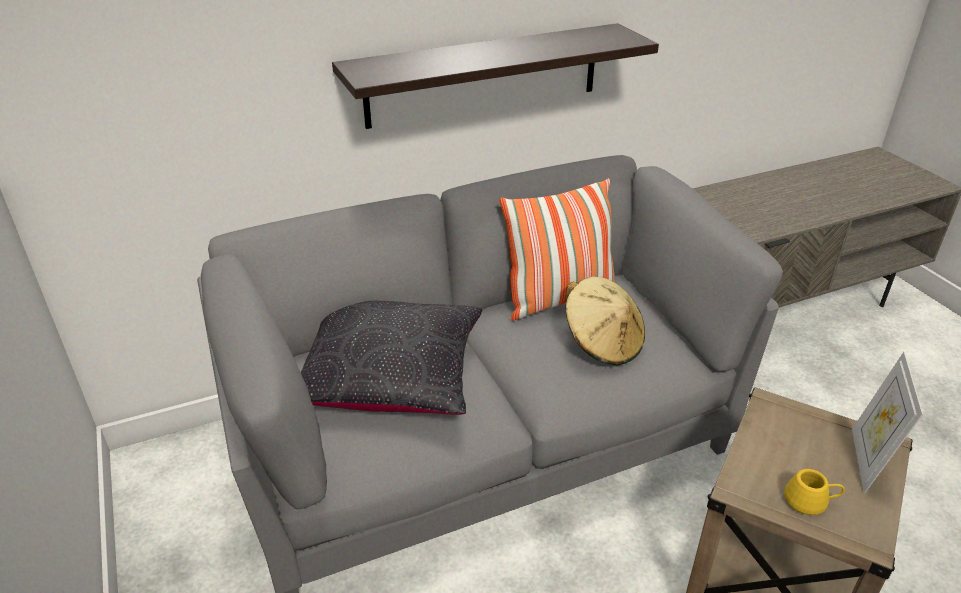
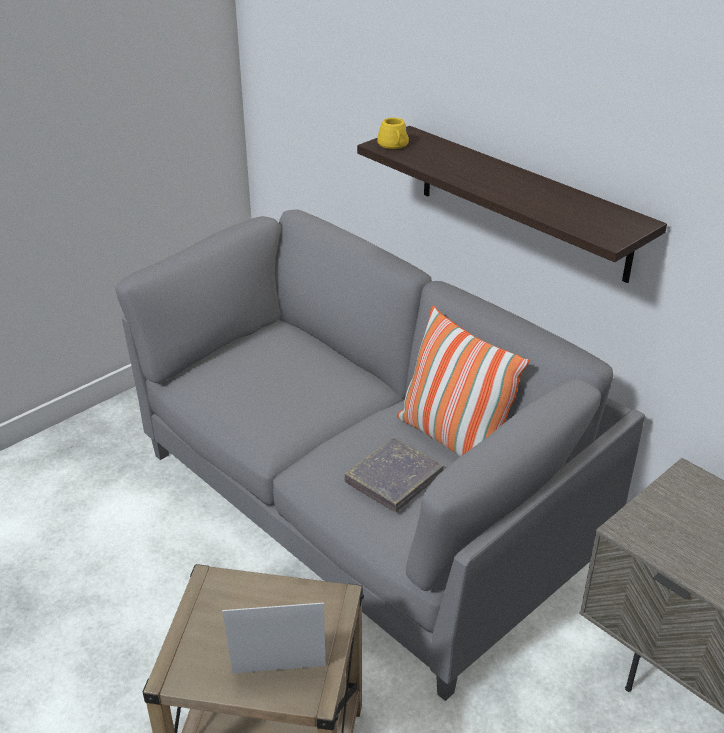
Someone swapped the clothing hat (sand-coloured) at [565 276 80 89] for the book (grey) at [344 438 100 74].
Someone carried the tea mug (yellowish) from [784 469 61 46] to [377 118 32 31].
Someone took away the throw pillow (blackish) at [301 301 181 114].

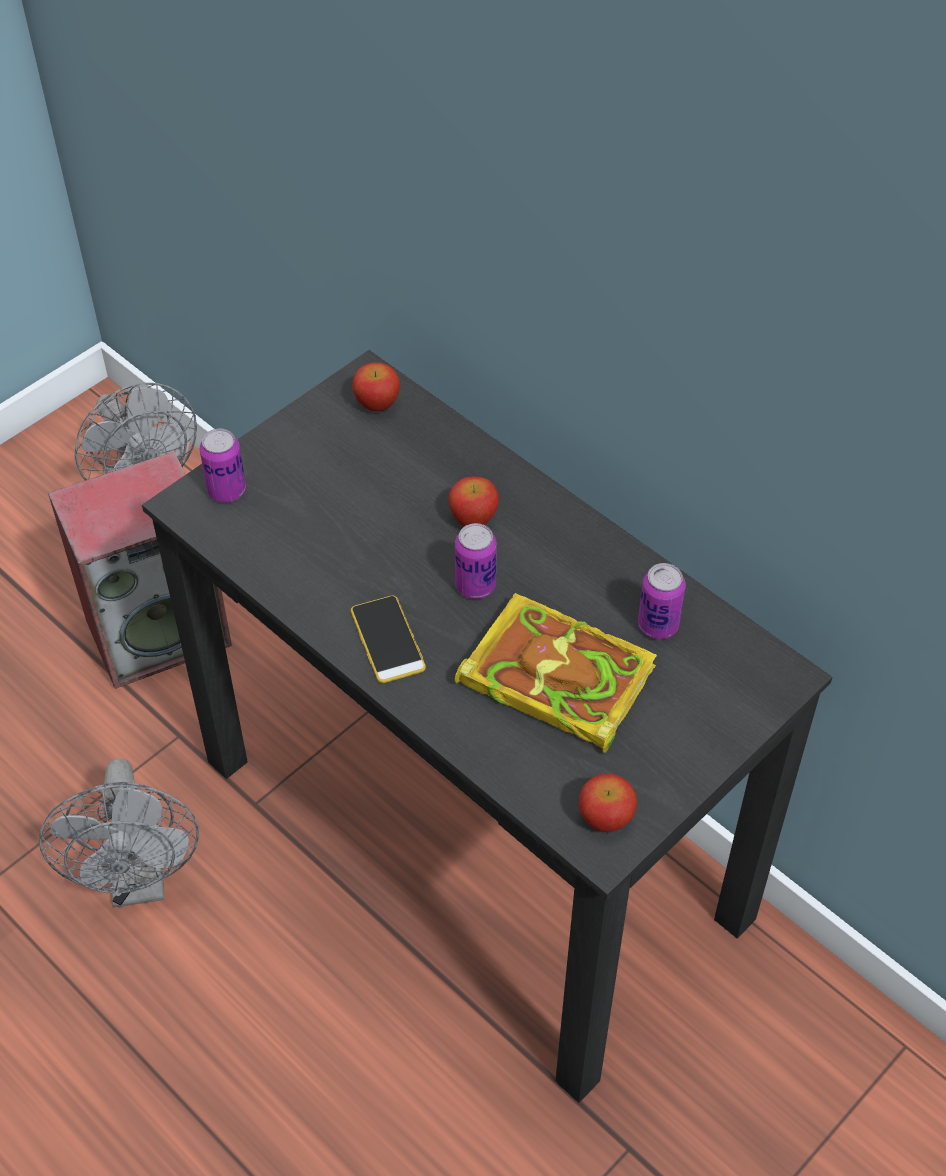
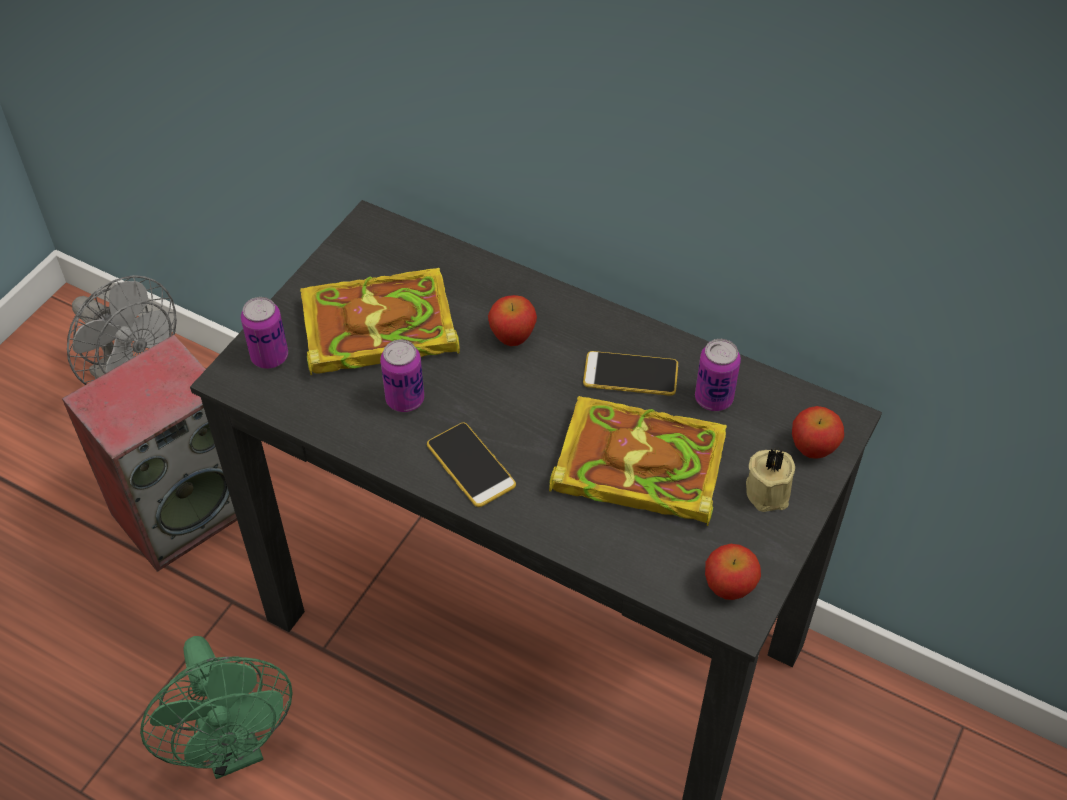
Someone repainted the cooling fan (grey) at [39 758 160 150], which became the cooling fan (green-coloured) at [140 636 152 143].
Someone put down the book at [300 268 160 107].
Someone carried the can from [455 523 42 76] to [380 340 44 72].
Someone put down the telephone at [583 351 95 45].
Someone put down the wax light (sand-coloured) at [746 449 49 63].
Someone carried the whole apple from [352 362 48 49] to [792 406 52 53].

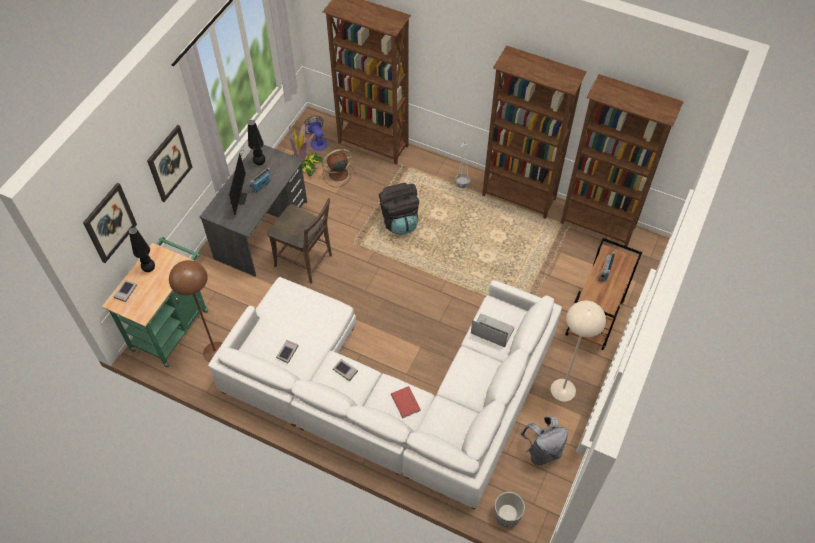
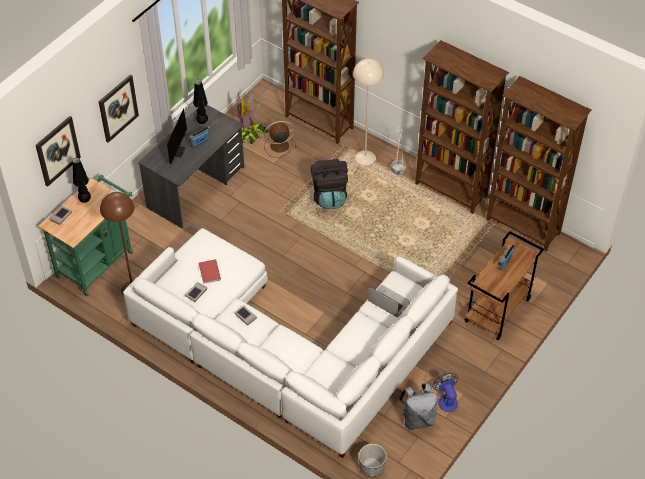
Someone carried the book (reddish) from [391 386 30 32] to [199 259 22 24].
Someone carried the standing lamp (sand-coloured) from [551 301 55 101] to [353 59 31 106].
Someone carried the cooling fan from [305 116 22 35] to [432 373 26 39].
Someone took away the upright chair (brown) at [267 198 65 86].

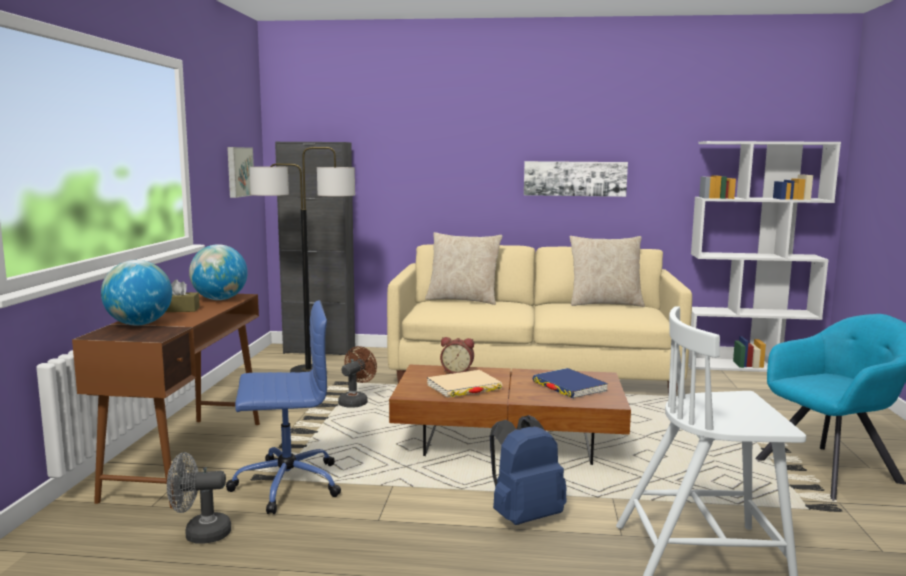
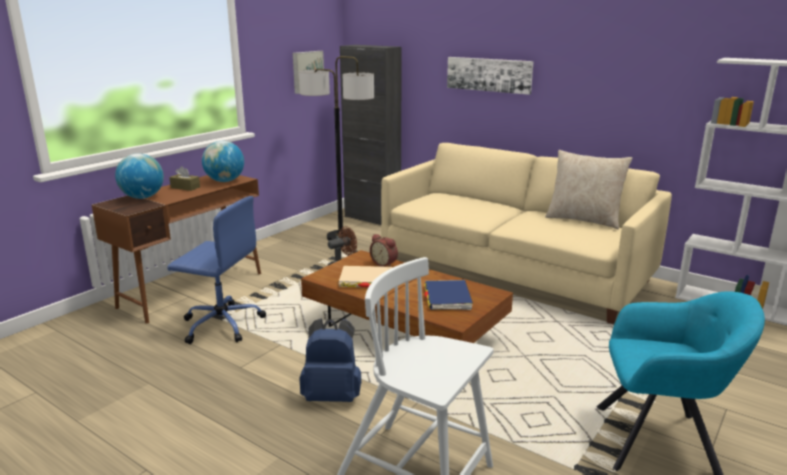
Someone carried the wall picture from [524 161 104 36] to [447 57 87 38].
Someone took away the cooling fan (grey) at [167 452 64 92].
Someone took away the throw pillow (sand-coloured) at [425 232 78 73].

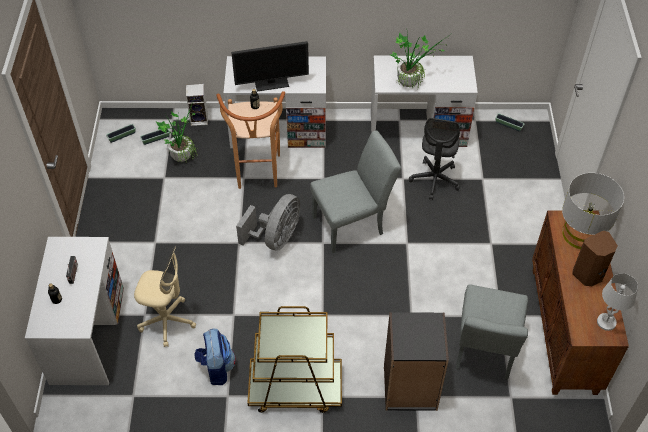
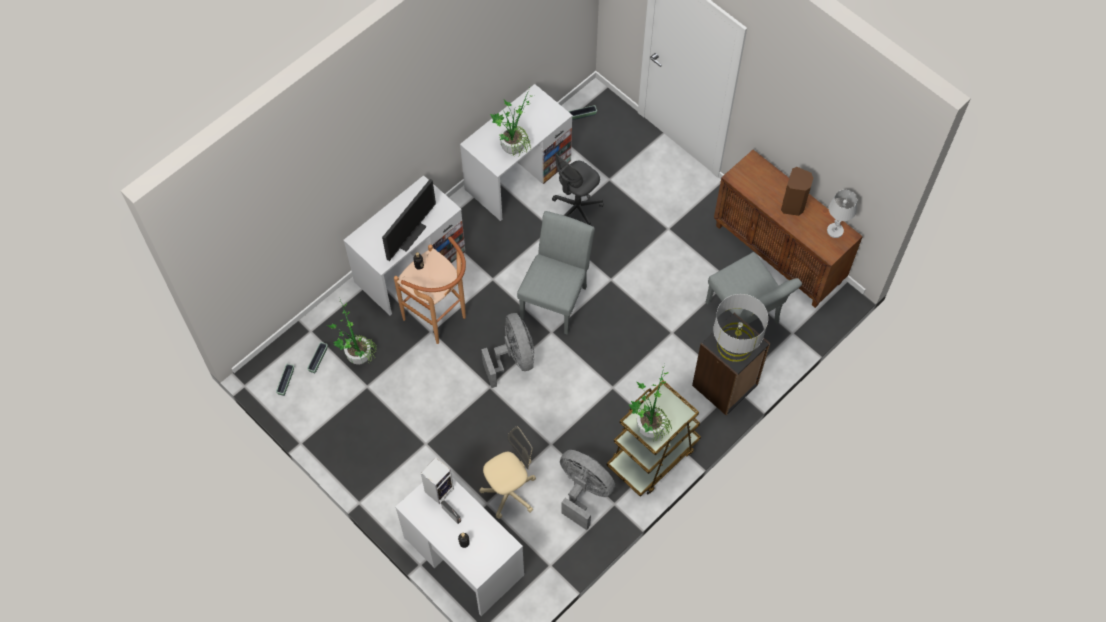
Someone carried the audio speaker from [186 84 22 42] to [421 458 33 46].
Someone rotated the computer chair (grey) at [409 118 51 82] by 75 degrees clockwise.
Someone swapped the backpack at [194 328 42 57] for the cooling fan (grey) at [560 450 55 80].
Someone put down the potted plant at [628 364 44 77].
Someone carried the lamp for a table (grey) from [562 173 62 76] to [713 294 55 68].

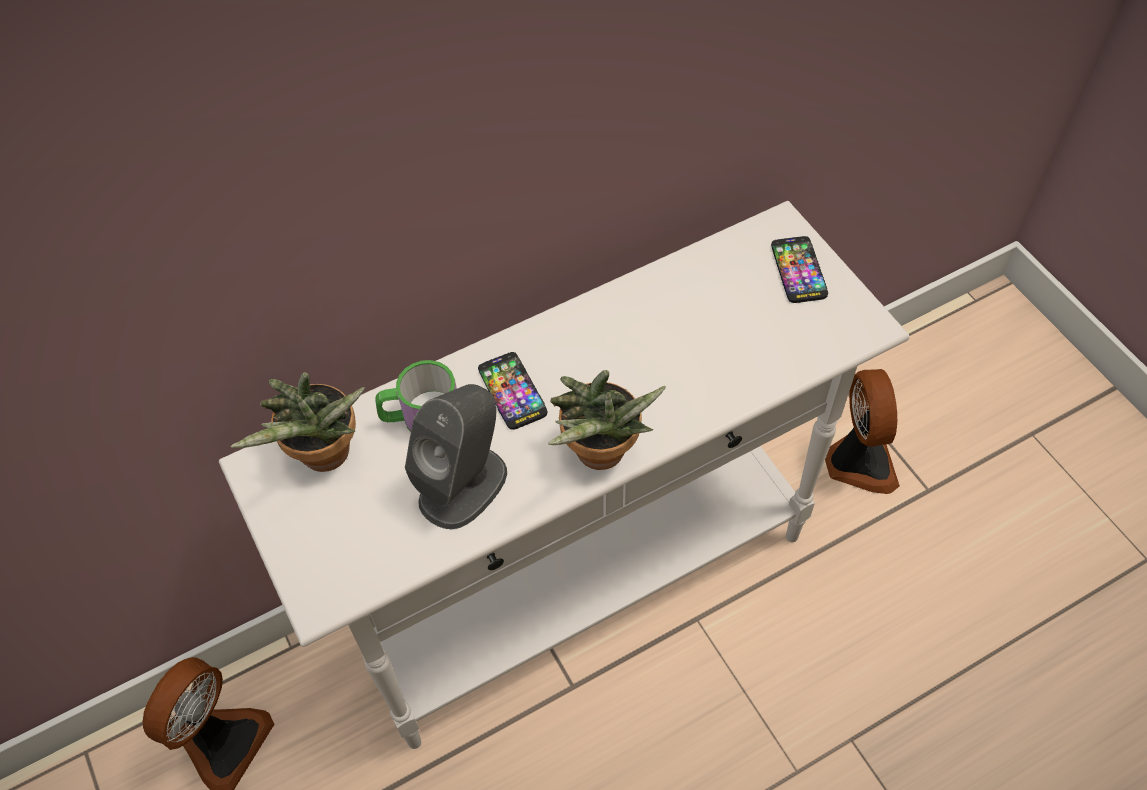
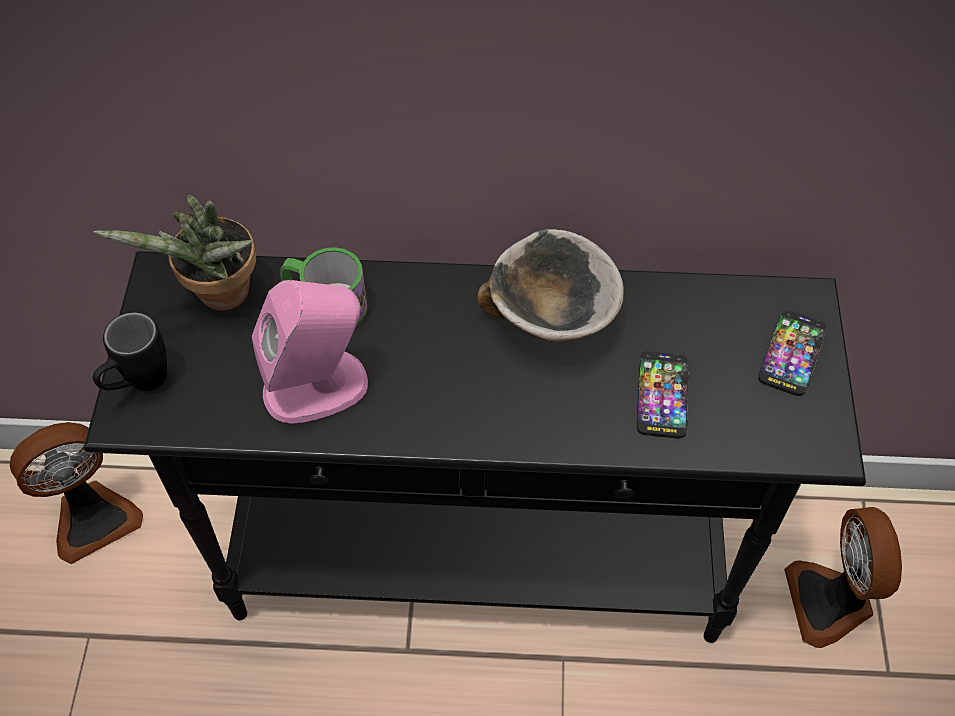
Someone repainted the console table (whitish) at [219 201 691 548], which became the console table (blackish) at [84 251 782 392].
Someone put down the tea mug (blackish) at [93 312 74 79].
Someone repainted the audio speaker (grey) at [405 384 102 145], which became the audio speaker (pinkish) at [252 280 116 144].
Someone put down the deep dish at [478 229 146 113].
Someone carried the telephone from [478 352 69 78] to [637 352 51 87].
Someone rotated the cooling fan at [825 369 75 125] by 150 degrees clockwise.
Someone took away the potted plant at [548 370 118 100].

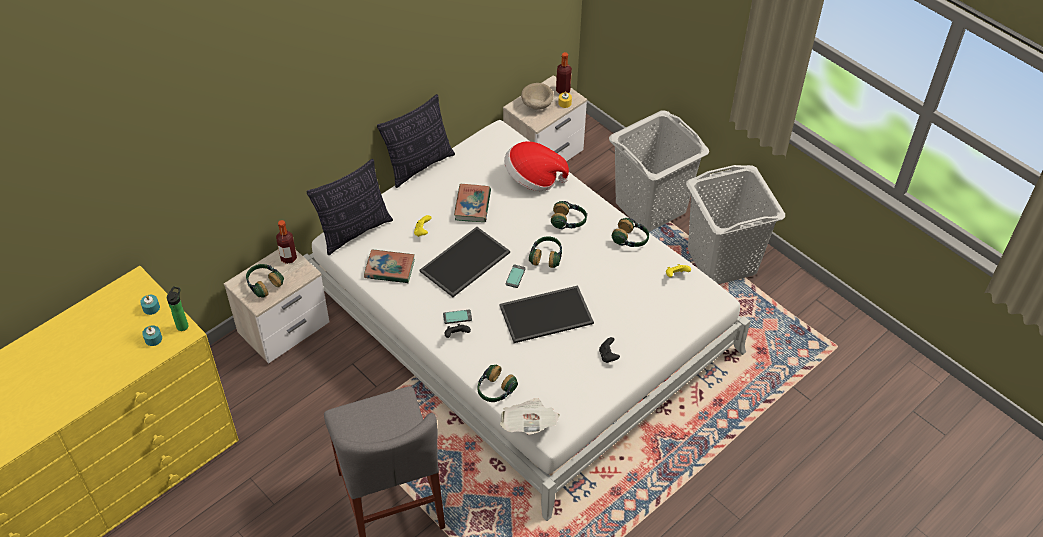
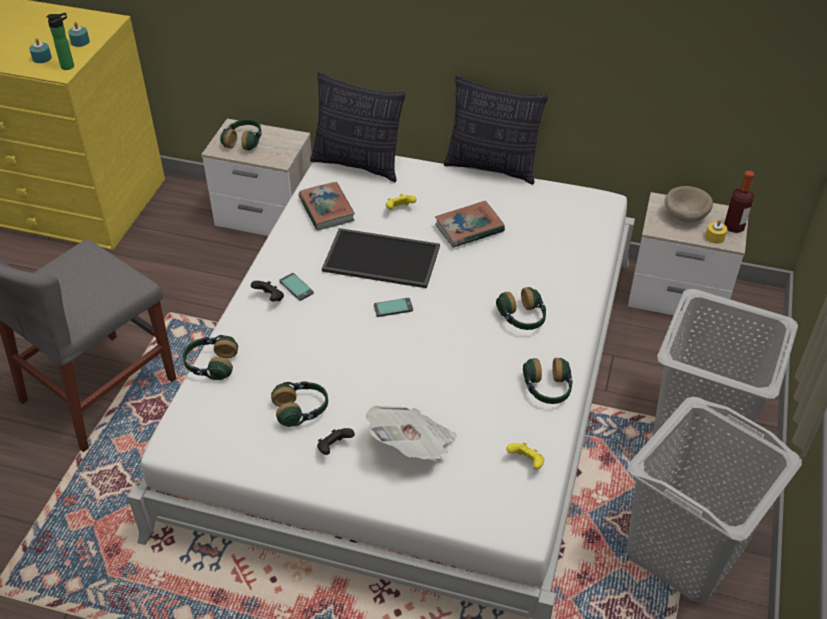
Someone carried the pair of headphones from [529 236 33 32] to [271 382 57 45].
Someone carried the printed paper from [500 398 60 37] to [366 406 91 55].
Someone took away the bottle at [276 220 21 44].
Someone took away the tray at [499 285 95 58].
Someone took away the clothing hat at [504 141 65 50].

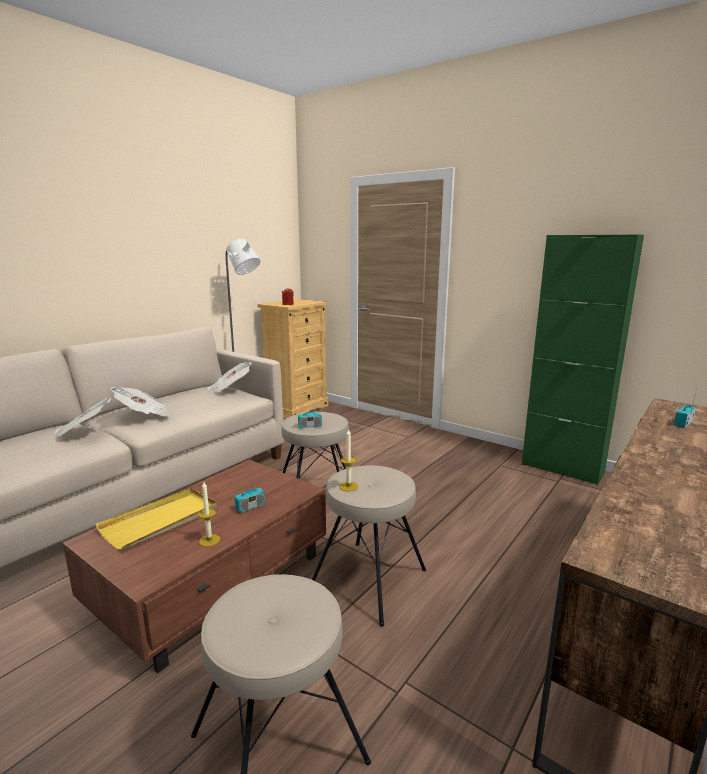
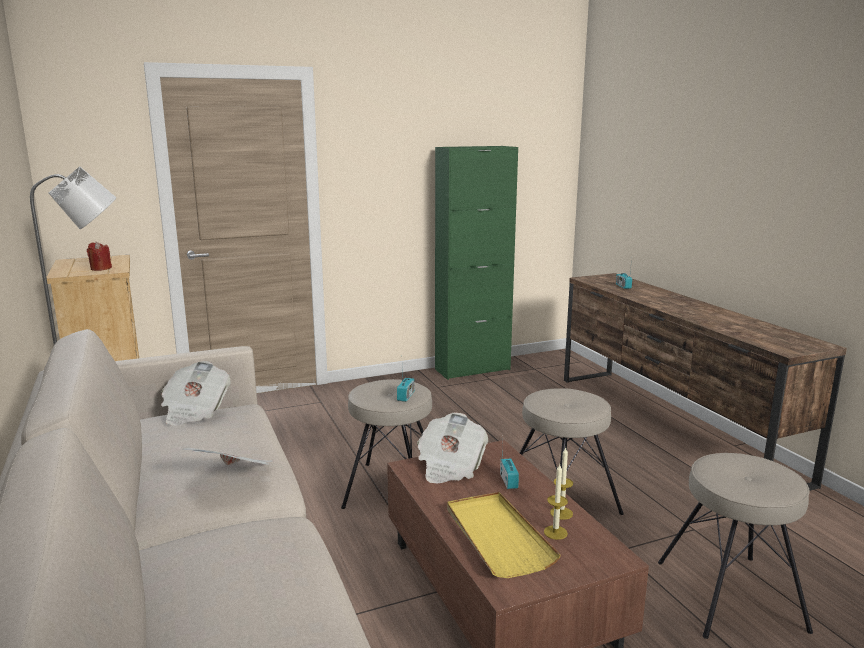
Someone carried the printed paper from [54 398 57 41] to [417 413 71 70].
Someone carried the wax light from [339 428 19 64] to [544 464 24 76].

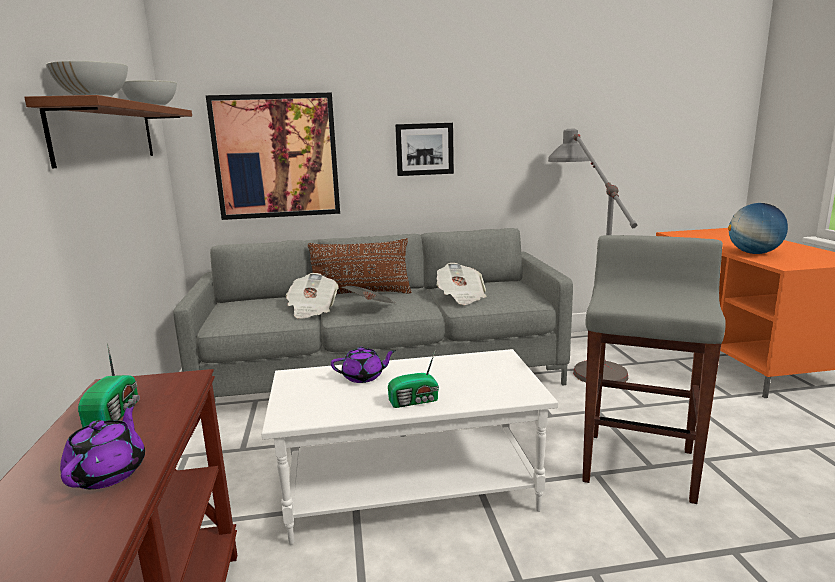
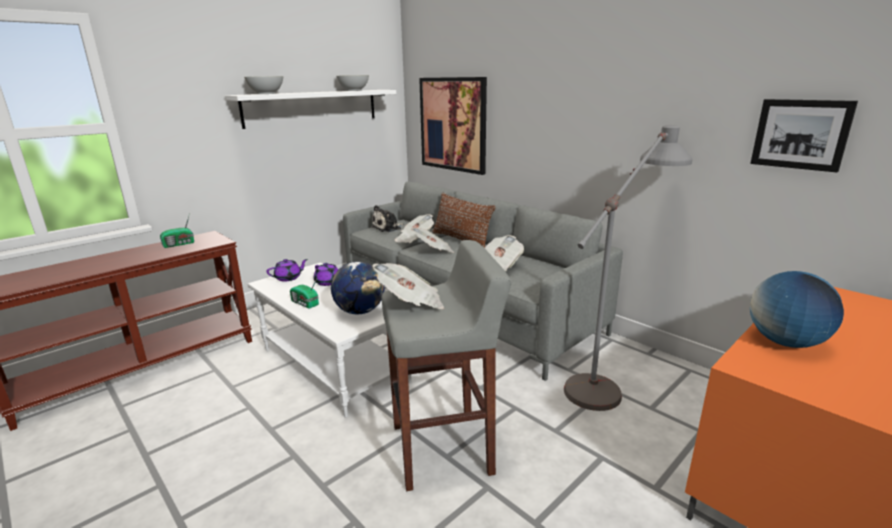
Someone repainted the shelf (brown) at [24 95 168 74], which became the shelf (whitish) at [225 90 171 39].
Someone carried the teapot (purple-coloured) from [60 403 85 86] to [266 259 42 22].
Someone put down the world globe at [331 262 53 52].
Someone put down the soft toy at [371 205 33 27].
Someone put down the printed paper at [373 263 71 46].
Someone carried the wall picture from [395 123 59 53] to [750 99 108 73].

